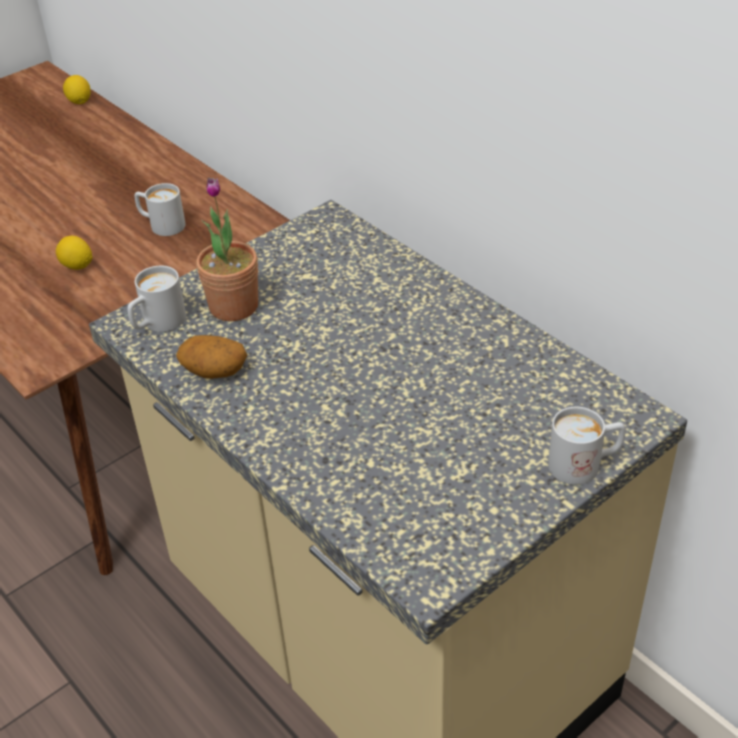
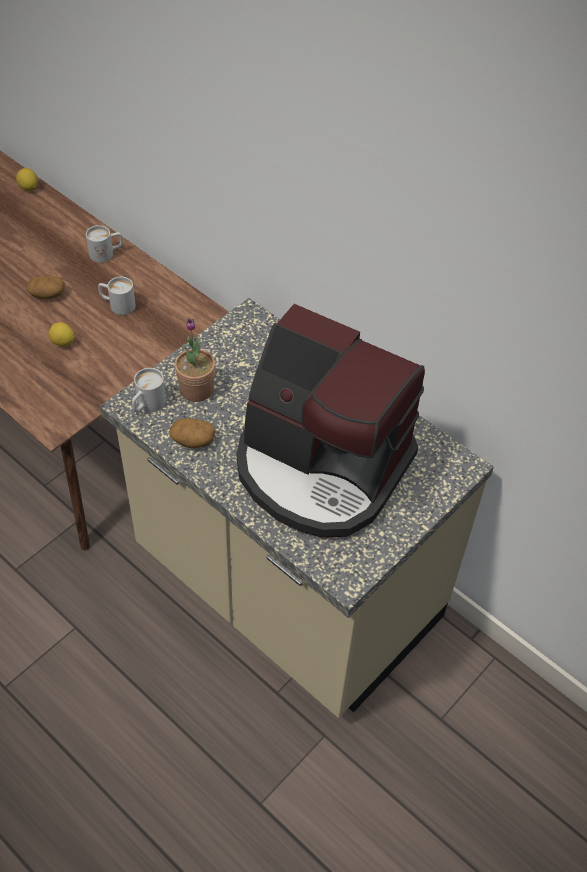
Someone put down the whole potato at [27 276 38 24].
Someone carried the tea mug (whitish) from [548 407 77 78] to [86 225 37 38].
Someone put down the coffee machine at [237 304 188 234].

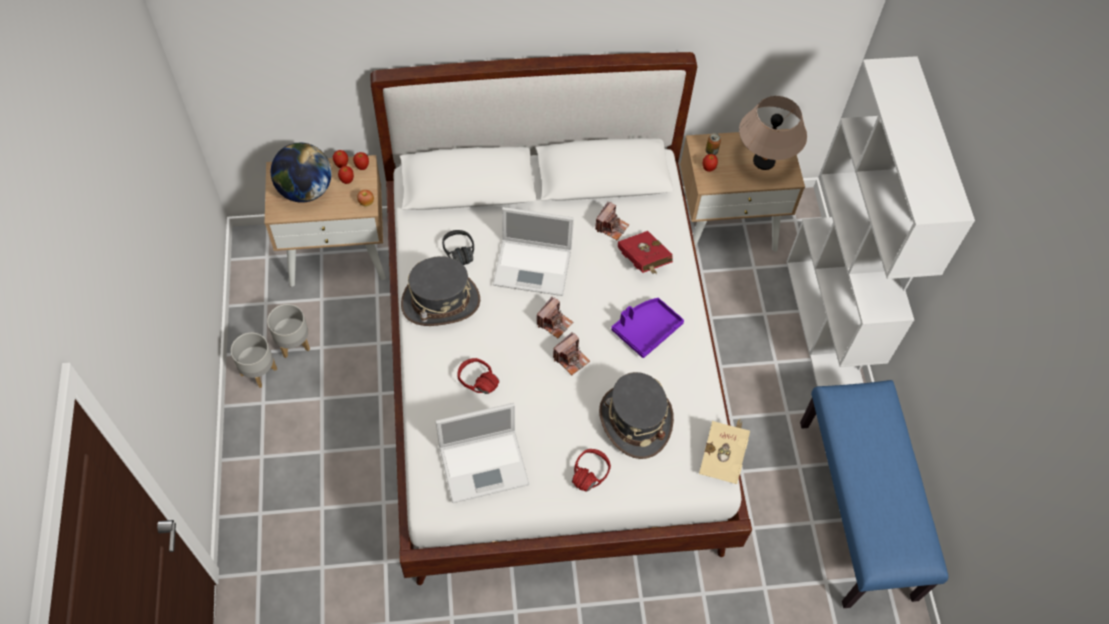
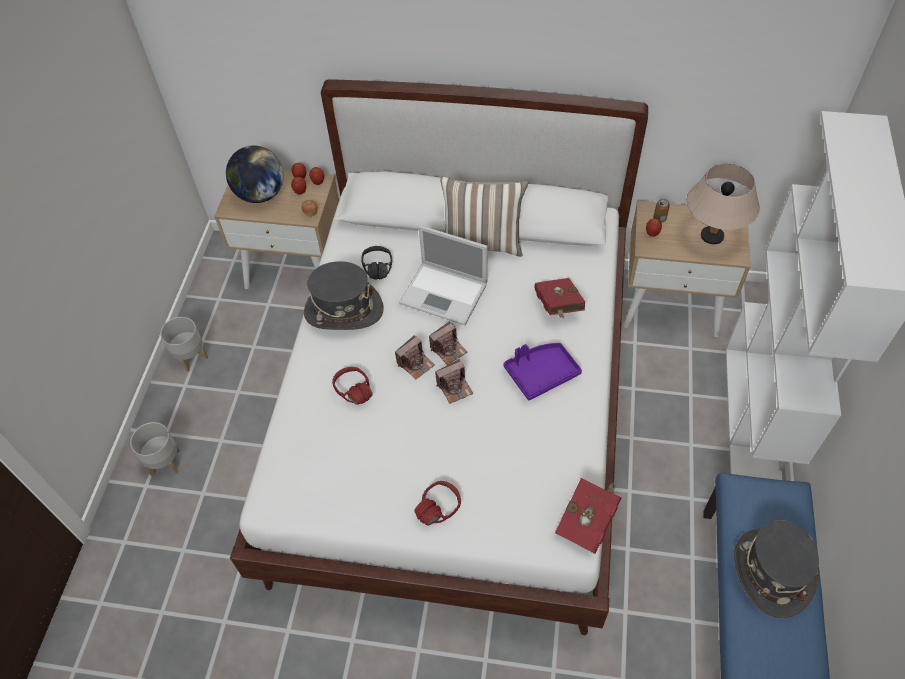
Someone carried the planter (grey) from [267 304 43 54] to [130 422 50 55].
Someone carried the still camera from [595 202 34 38] to [395 335 40 45].
Someone put down the throw pillow at [440 176 88 81].
Someone repainted the book (sand-coloured) at [699 420 51 64], which became the book (reddish) at [555 478 66 76].
Someone carried the clothing hat (grey) from [599 372 75 87] to [734 520 85 98].
Someone took away the laptop at [436 403 93 100].

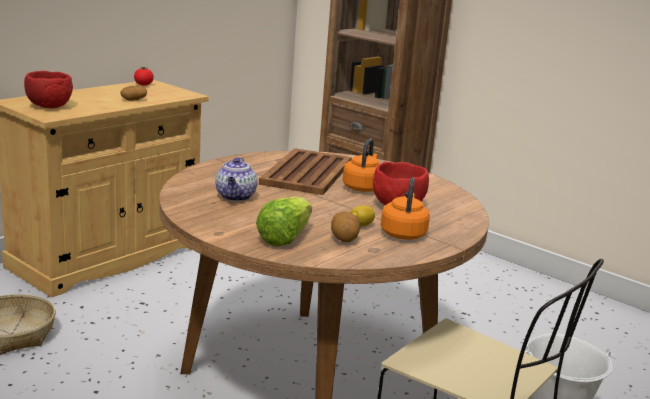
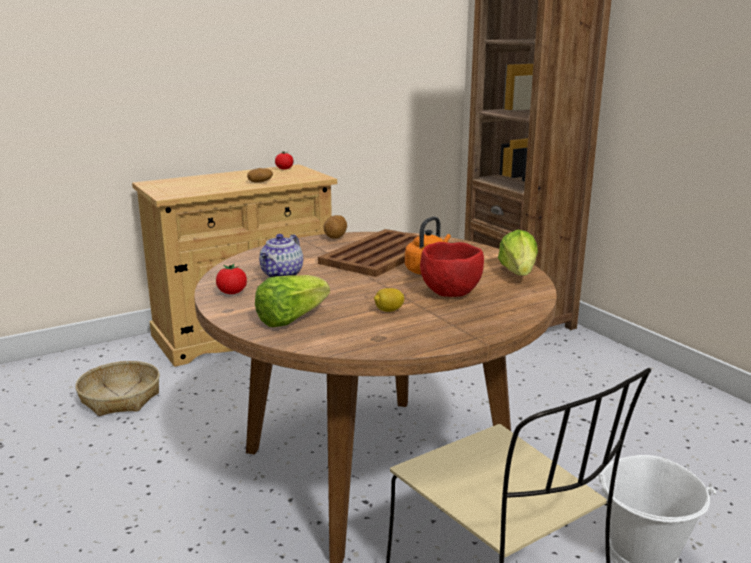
Someone put down the whole tomato at [216 264 31 30].
Someone carried the whole potato from [331 212 29 30] to [323 215 24 23].
Someone put down the head of lettuce at [498 230 40 46].
Someone took away the deep dish (reddish) at [24 71 49 37].
Someone took away the tea kettle (orangey) at [381 177 49 63].

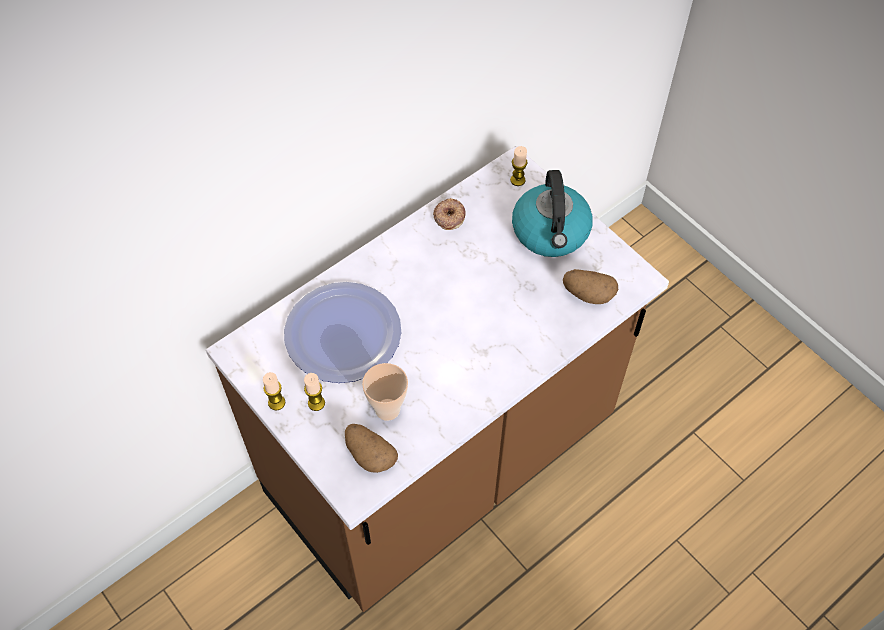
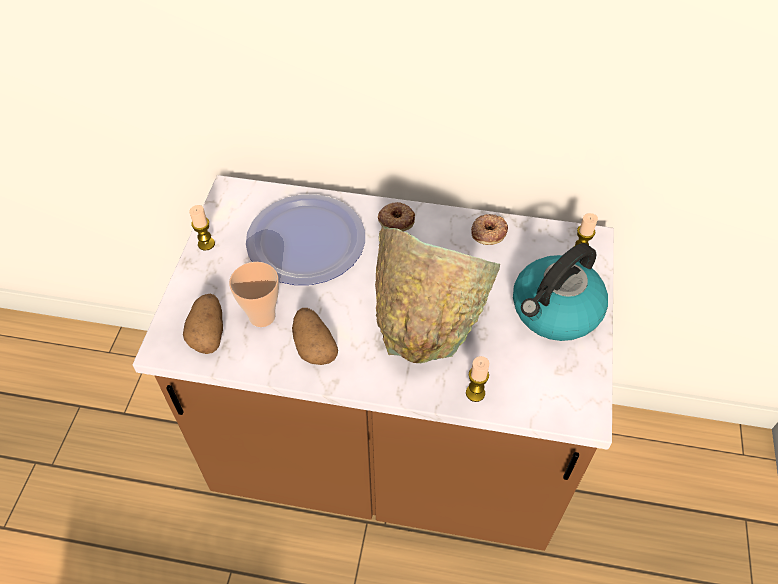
Someone carried the whole potato from [563 269 55 35] to [292 308 46 57].
Someone put down the deep dish (green-coloured) at [375 226 125 137].
Someone put down the donut at [378 202 37 29].
Someone carried the wax light from [304 373 21 38] to [466 356 23 46].

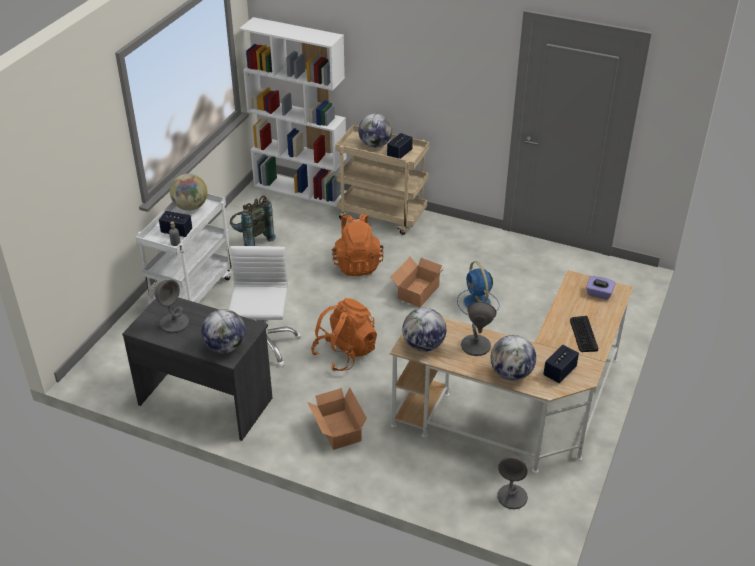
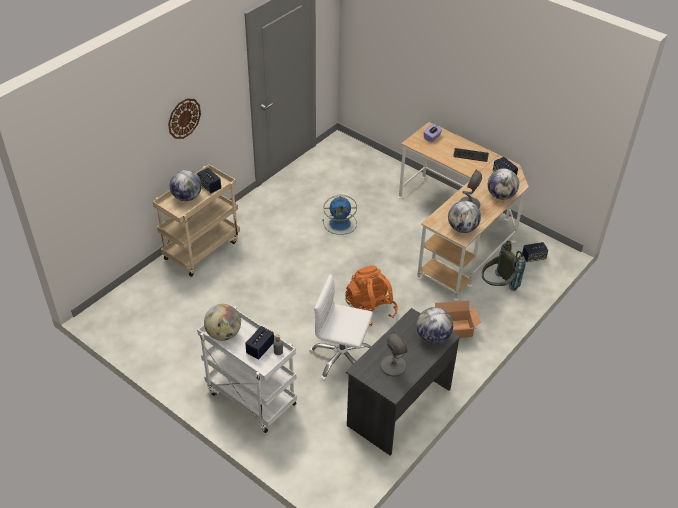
Someone put up the clock on the wall at [168 98 33 41].
Someone carried the backpack (grey) from [230 196 46 50] to [482 240 44 51].
Someone swapped the lamp for a table (grey) at [497 455 31 54] for the audio speaker at [522 242 26 20].
Someone took away the bookcase (whitish) at [239 17 108 190].
Someone took away the backpack (orangey) at [331 213 52 63].
Someone took away the packing box at [391 257 53 50].

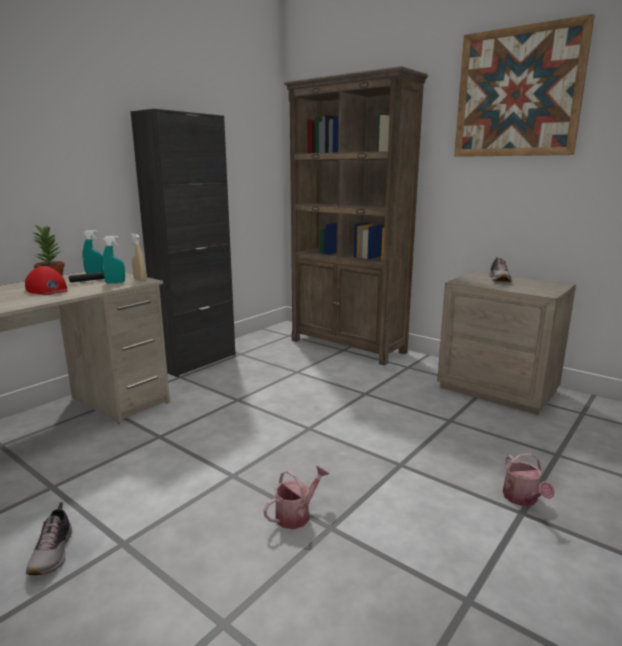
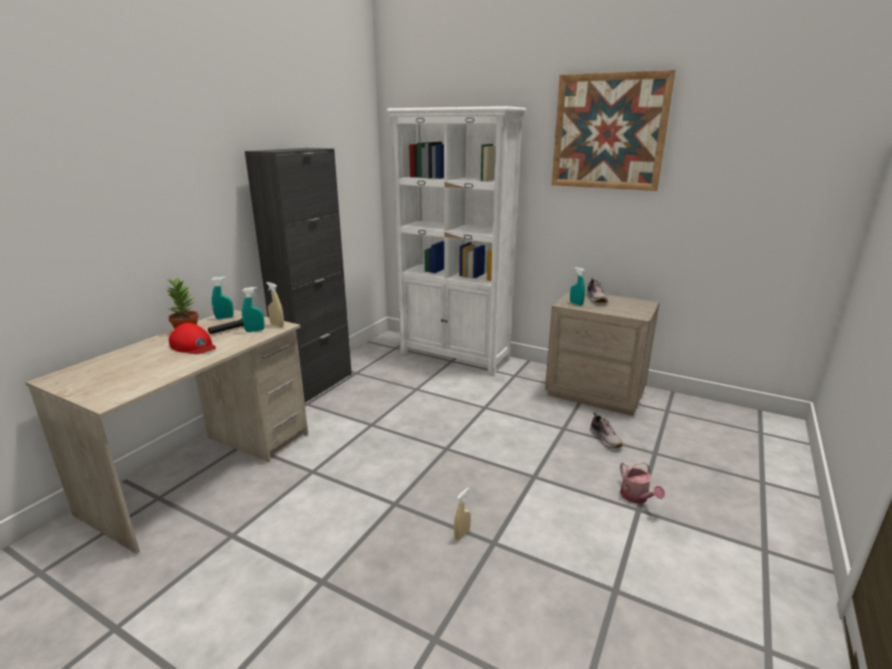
Someone repainted the bookcase (brown) at [284 66 144 300], which became the bookcase (whitish) at [387 106 139 270].
Someone swapped the watering can at [263 466 66 63] for the spray bottle (sand-coloured) at [454 488 17 52].
Someone put down the spray bottle (turquoise-coloured) at [570 267 15 38].
Someone carried the low shoe from [26 502 46 73] to [590 412 33 36].

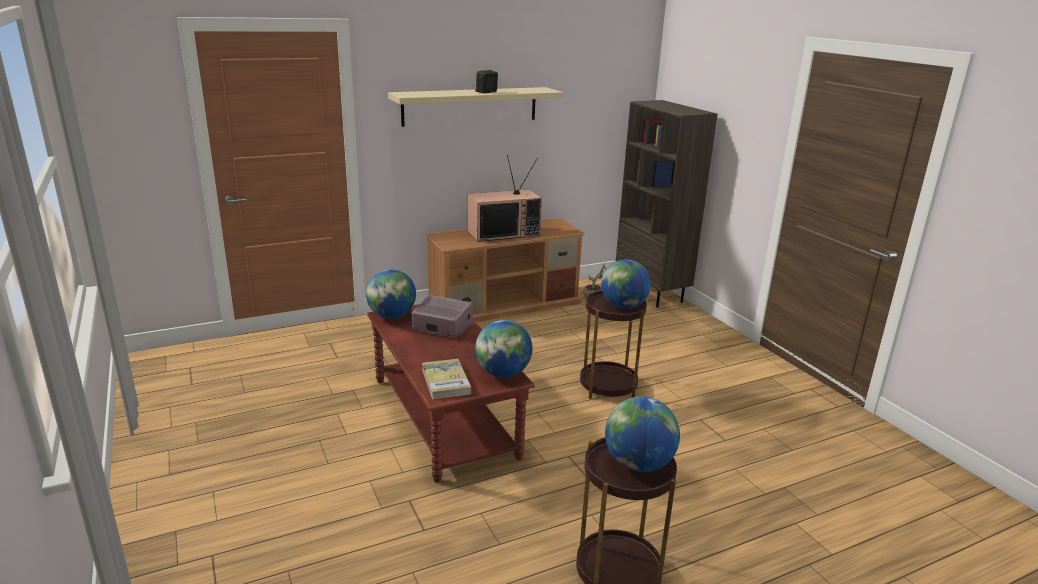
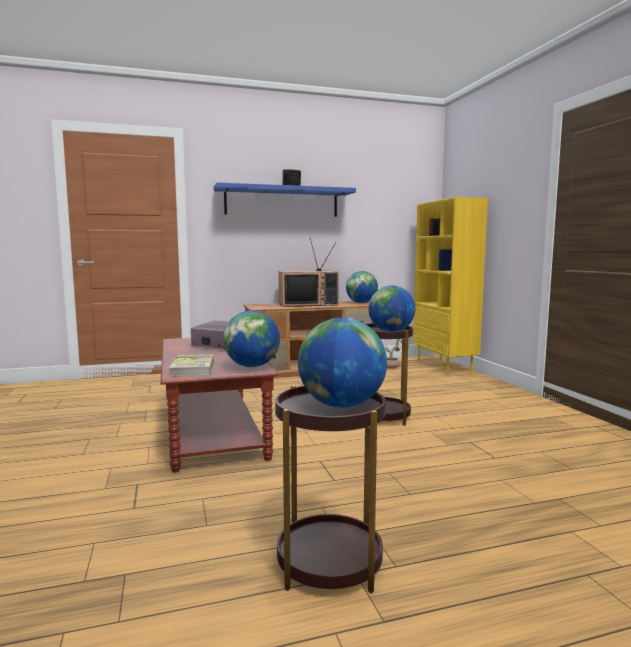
Someone repainted the shelf (sand-coloured) at [388 87 175 40], which became the shelf (blue-coloured) at [214 182 142 35].
Someone carried the world globe from [366 269 50 50] to [346 271 32 32].
Someone repainted the bookcase (brown) at [616 100 101 208], which became the bookcase (yellowish) at [413 197 75 177].

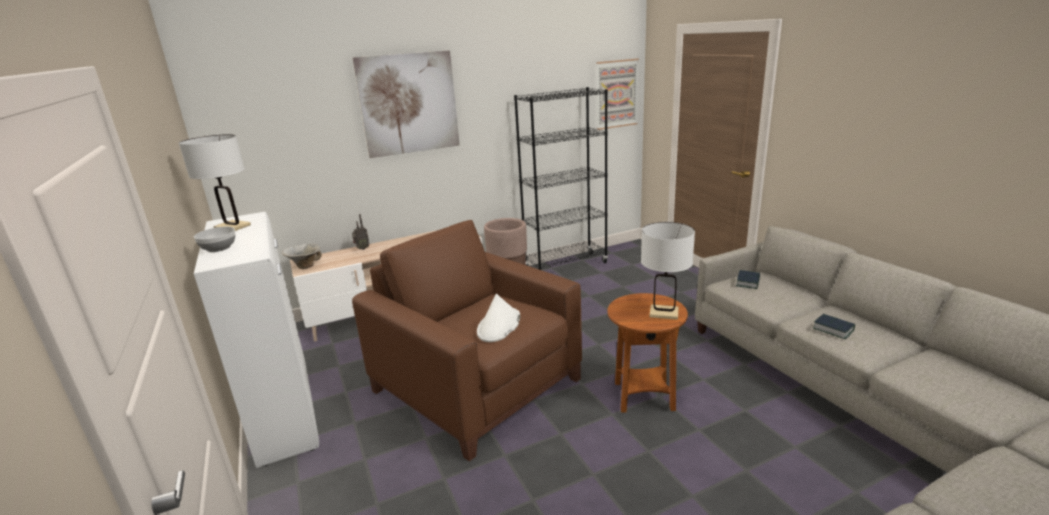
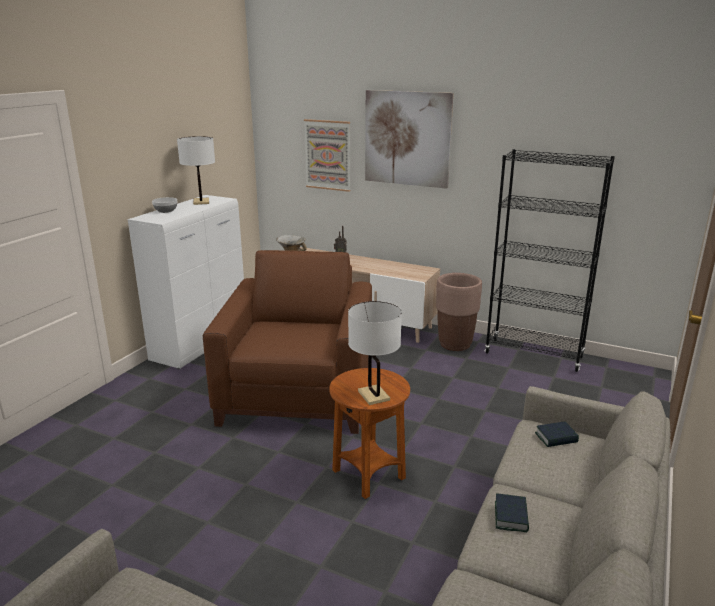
Someone carried the wall picture from [596 59 43 71] to [304 119 46 73].
Someone took away the clothing hat (whitish) at [477 294 43 48].

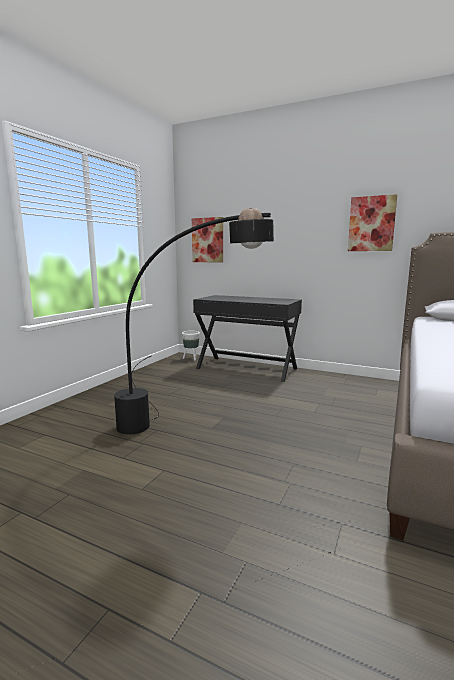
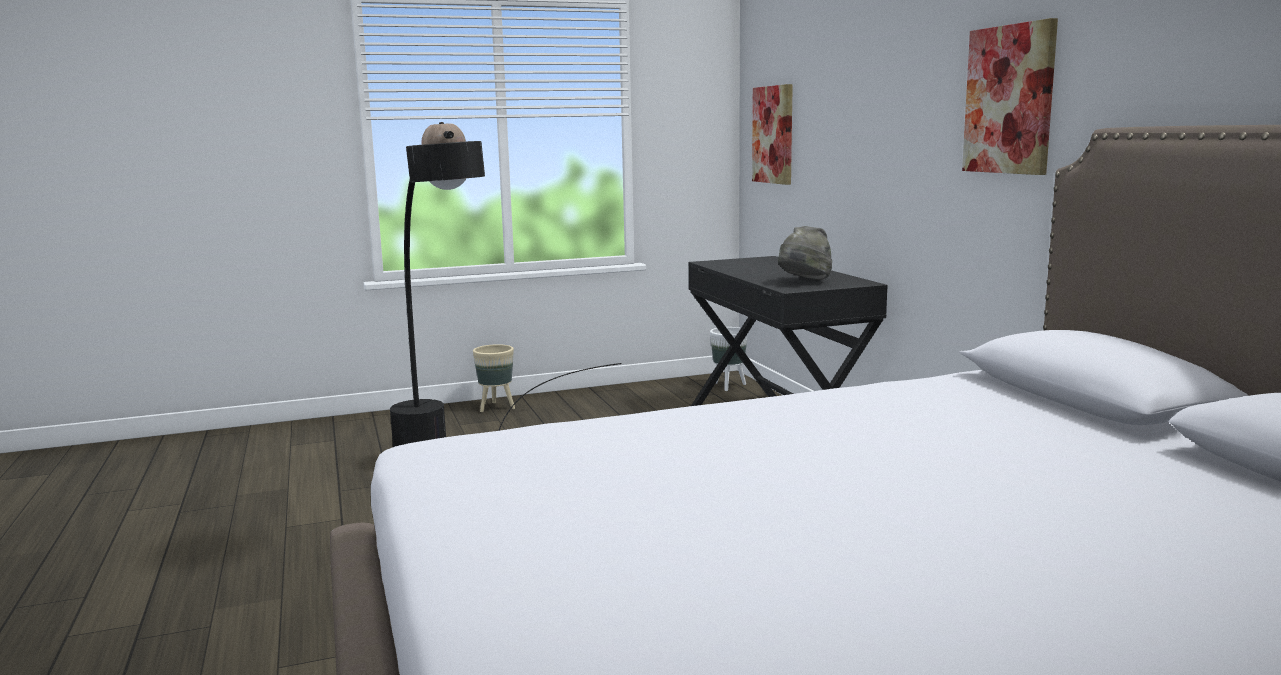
Someone put down the planter (sand-coloured) at [473 344 42 68].
Someone put down the clothing hat (grey) at [778 226 54 54].

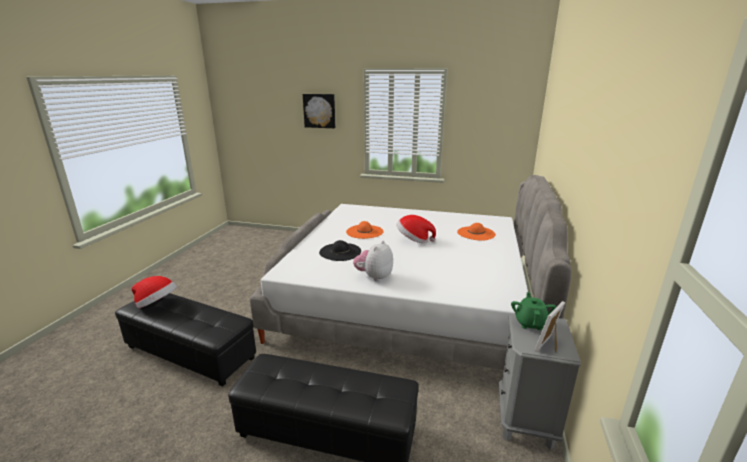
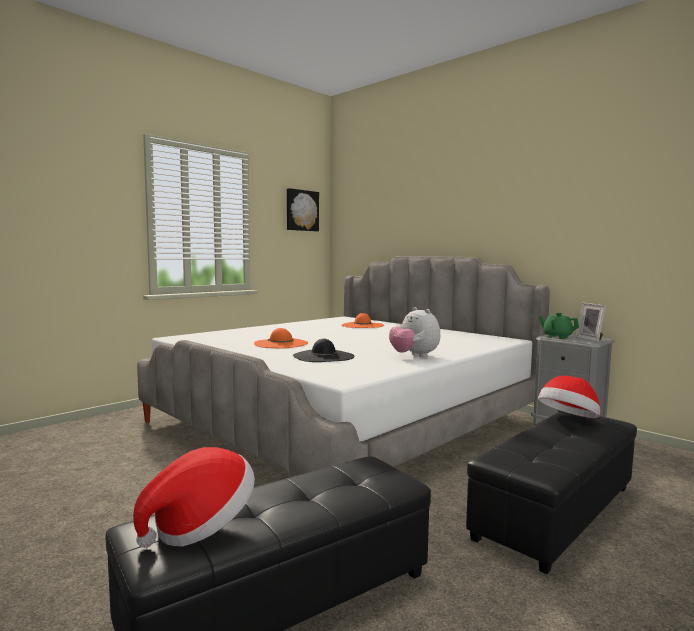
Someone carried the wall picture from [303 94 33 34] to [287 188 32 43].
Someone carried the clothing hat from [397 215 39 28] to [538 376 63 42].

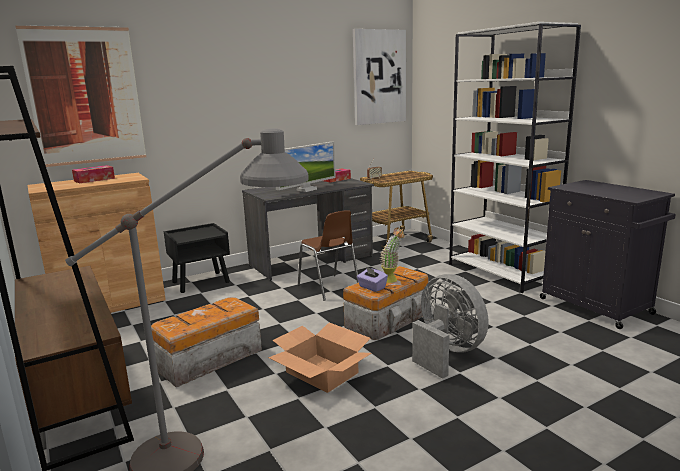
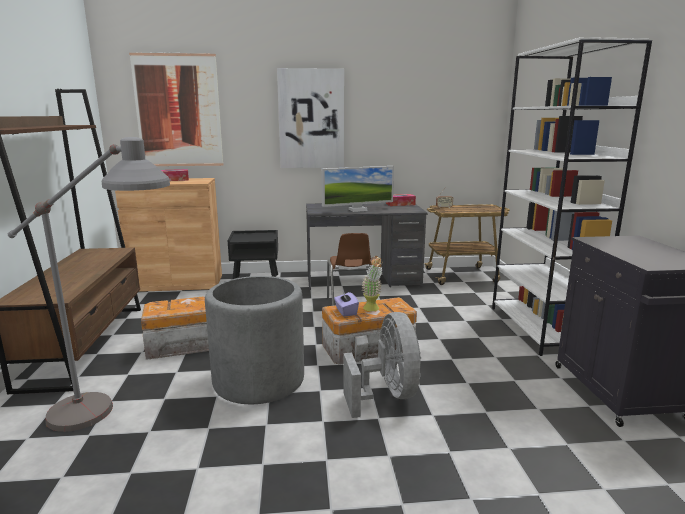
Someone swapped the packing box at [268 322 104 71] for the planter (grey) at [205 276 99 128].
Someone carried the wall picture from [353 29 53 96] to [277 68 67 100].

